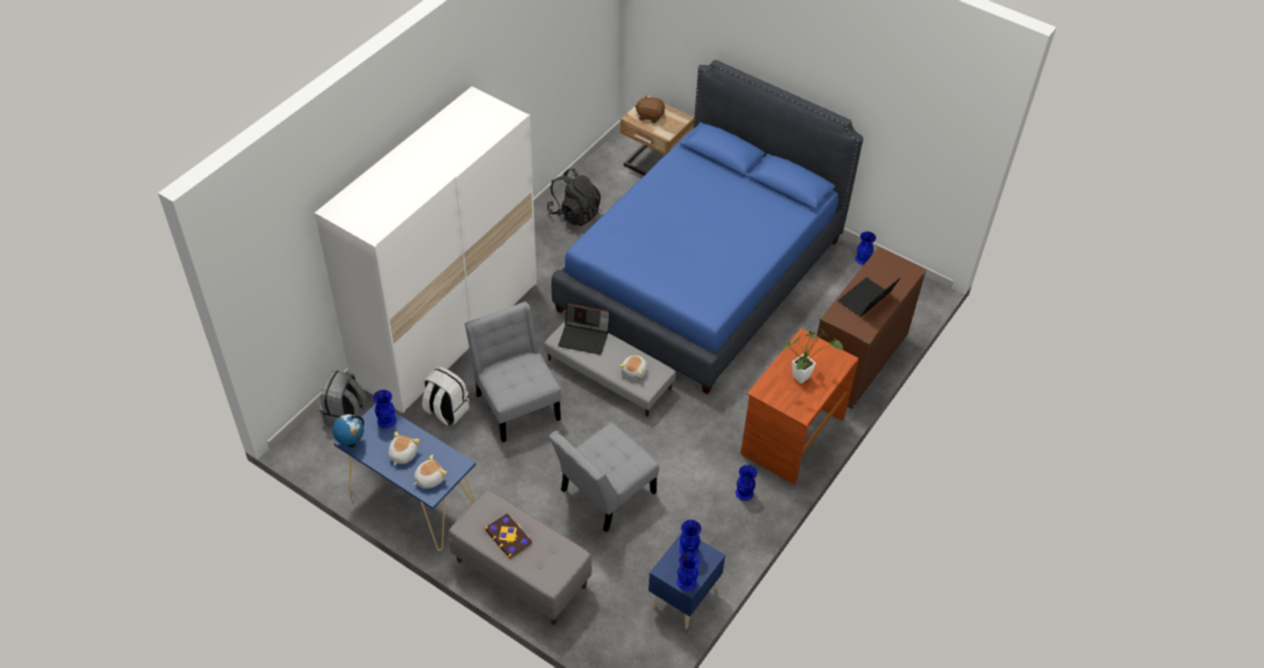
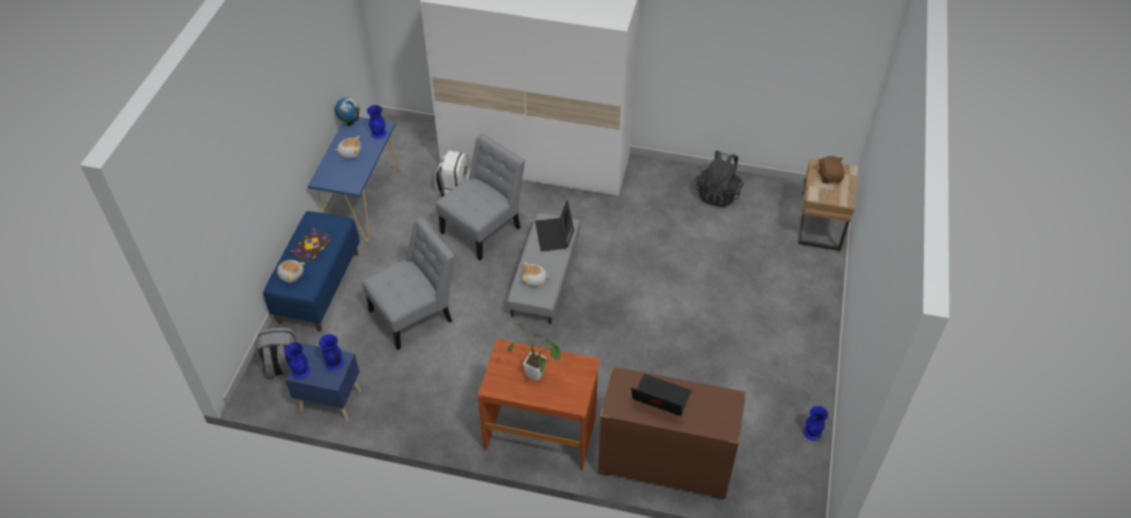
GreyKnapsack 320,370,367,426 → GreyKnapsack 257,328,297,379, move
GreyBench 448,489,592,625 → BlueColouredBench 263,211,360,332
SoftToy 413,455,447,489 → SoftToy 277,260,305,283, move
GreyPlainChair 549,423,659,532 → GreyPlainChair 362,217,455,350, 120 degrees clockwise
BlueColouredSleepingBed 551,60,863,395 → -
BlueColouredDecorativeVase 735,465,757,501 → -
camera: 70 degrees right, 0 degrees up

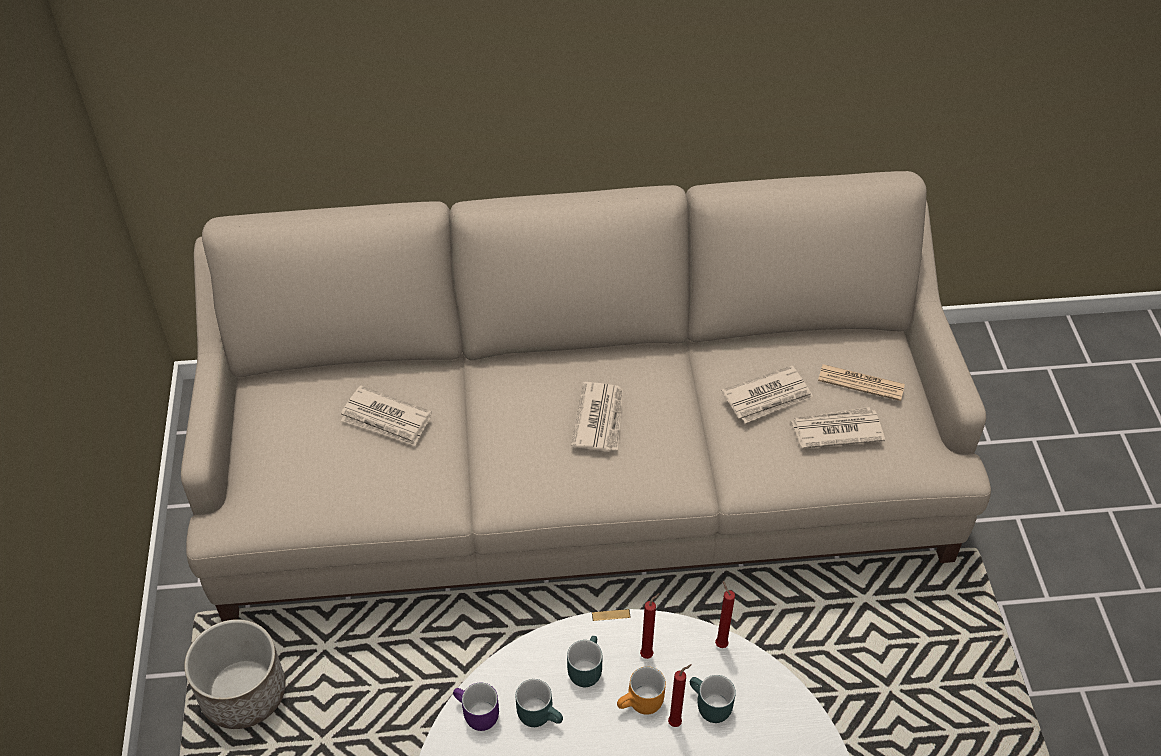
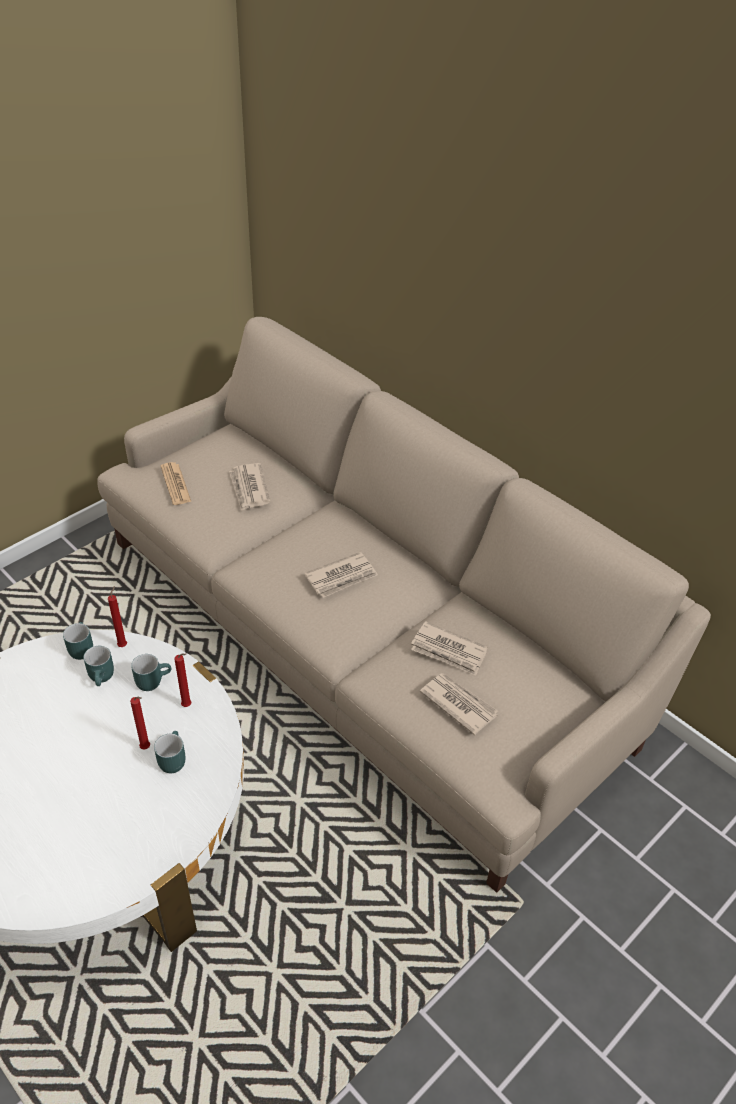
PurpleMug 453,682,499,731 → TurquoiseColouredMug 63,622,93,660
RedColouredWaxLight 715,581,735,648 → RedColouredWaxLight 108,586,127,647, move
PrintedPaper 818,364,905,401 → PrintedPaper 161,462,191,505, move
Planter 184,619,286,729 → -
OrangeColouredMug 617,666,666,715 → -
camera: 50 degrees right, 5 degrees down

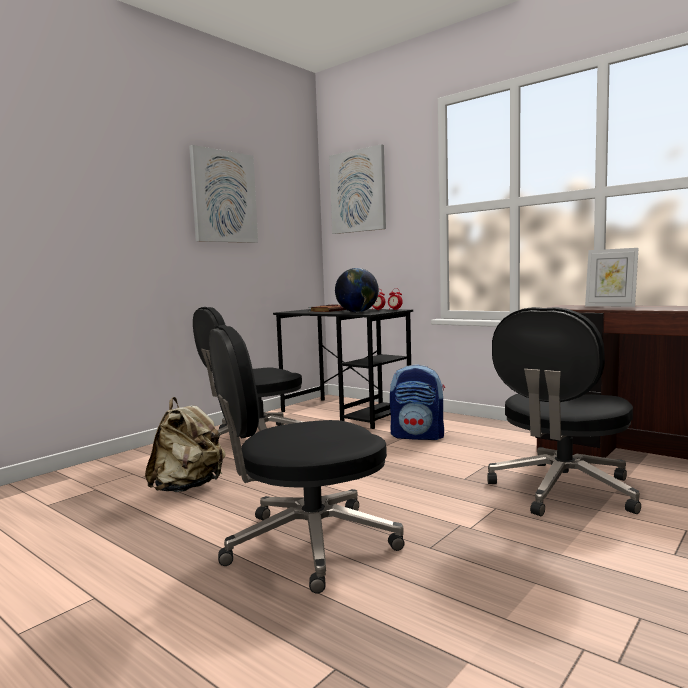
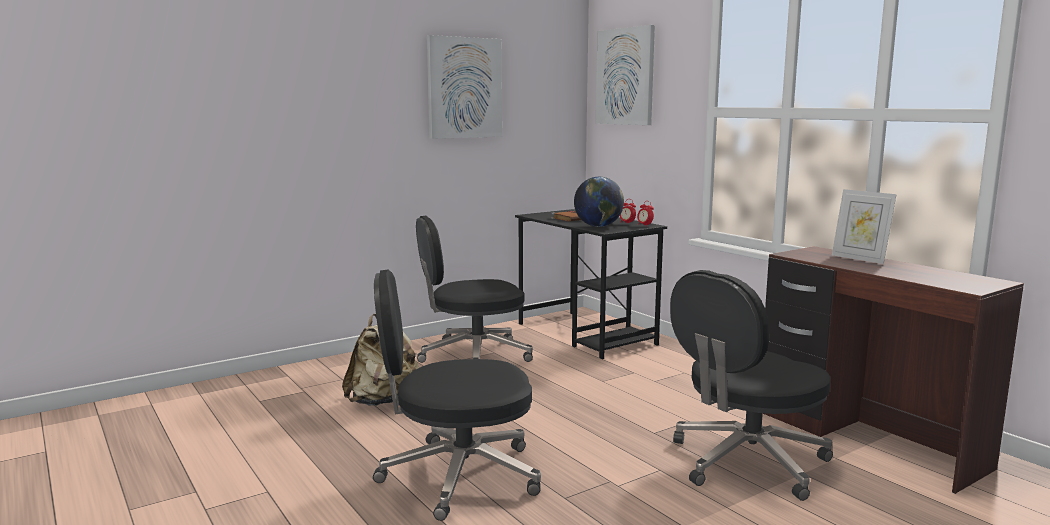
Knapsack 390,364,445,440 → -
camera: 15 degrees right, 5 degrees up

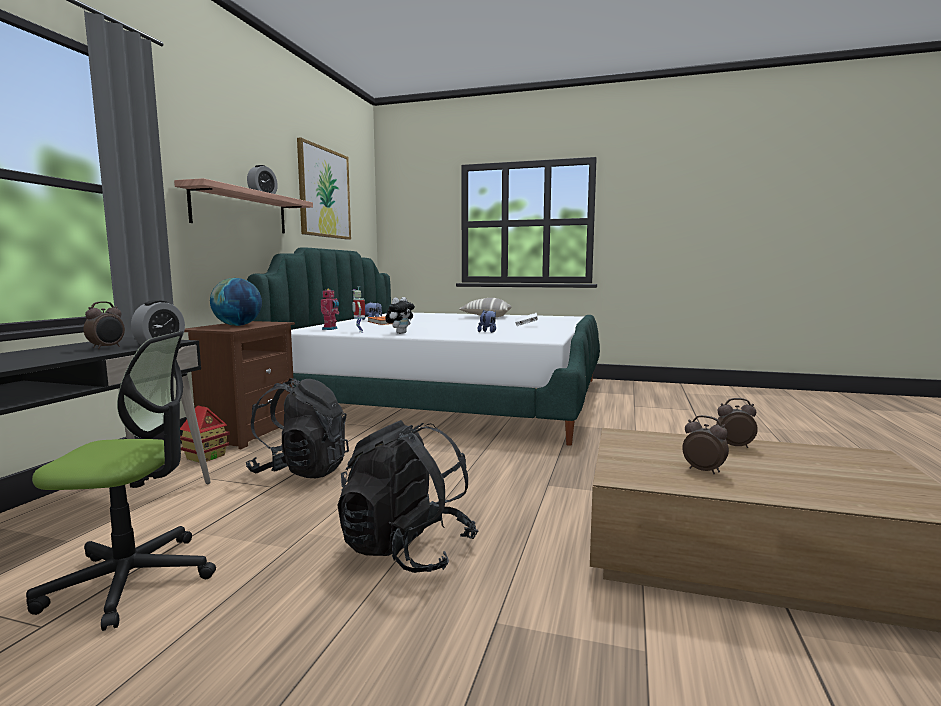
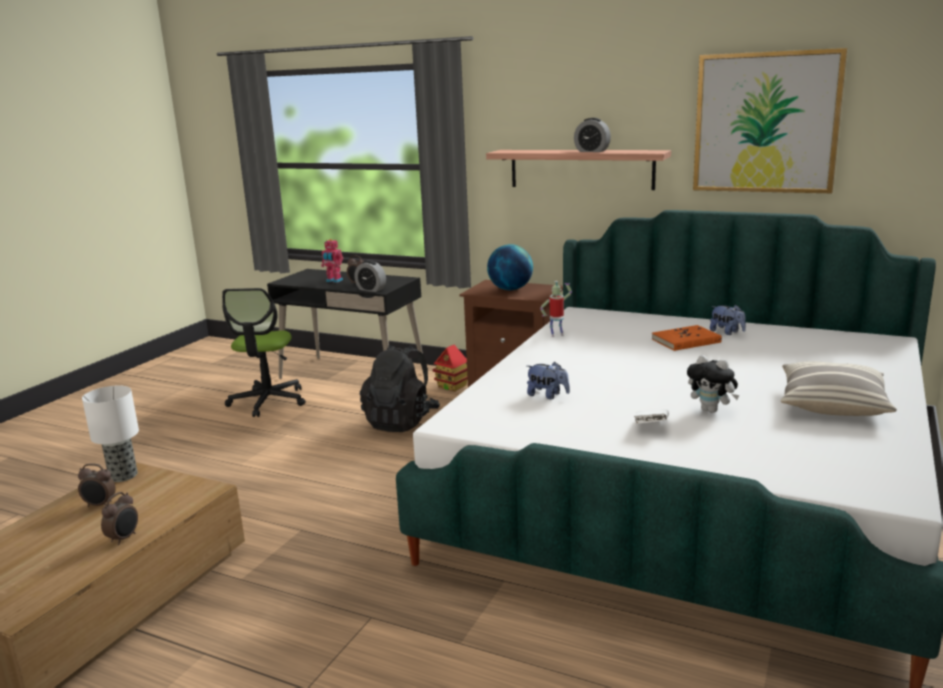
BedsideClock 682,415,729,474 → BedsideClock 78,464,116,507, 45 degrees clockwise
- → TabletopLamp 82,385,139,482
RobotFigure 321,288,339,330 → RobotFigure 321,239,343,283, move
SoftToy 385,297,415,334 → SoftToy 687,355,740,413, move
BlackKnapsack 337,420,478,573 → -
camera: 100 degrees right, 10 degrees up

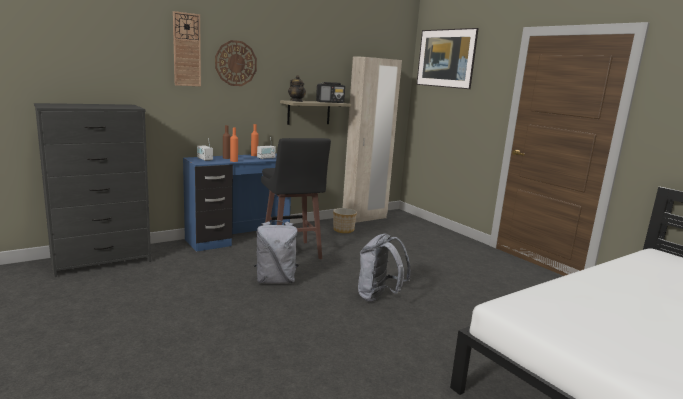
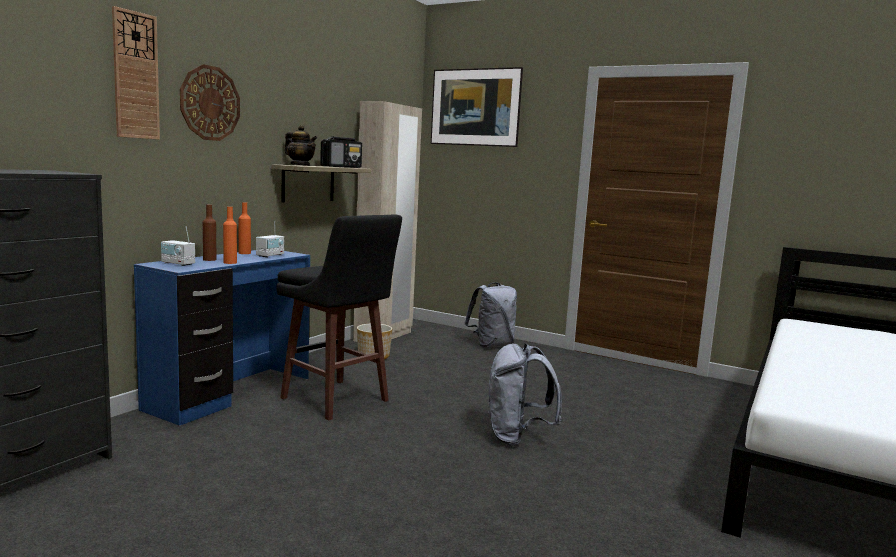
GreyKnapsack 254,220,299,284 → GreyKnapsack 464,282,517,348, move
camera: 25 degrees left, 5 degrees down

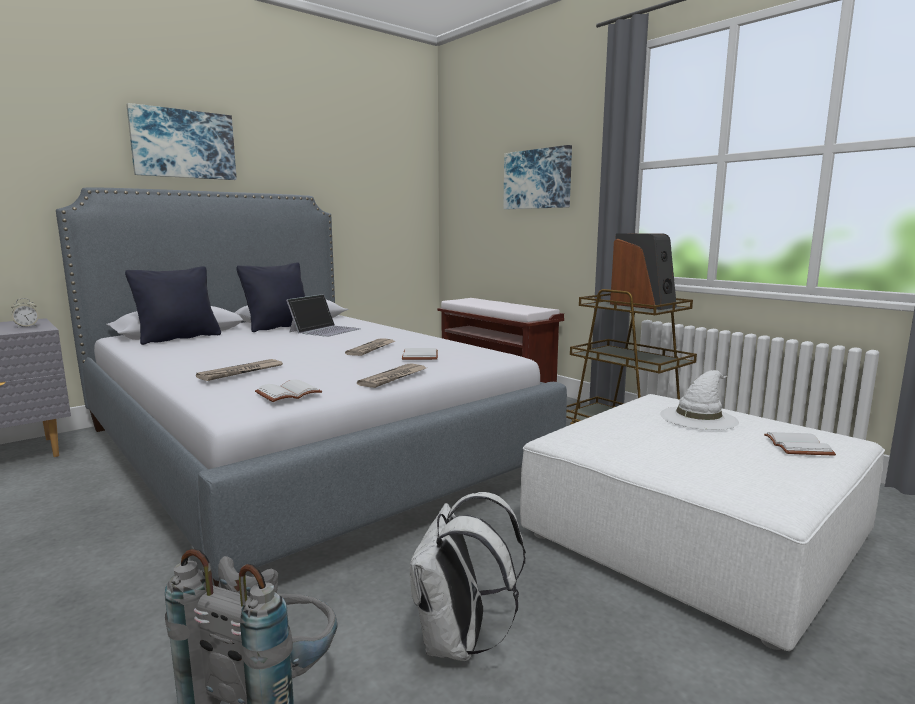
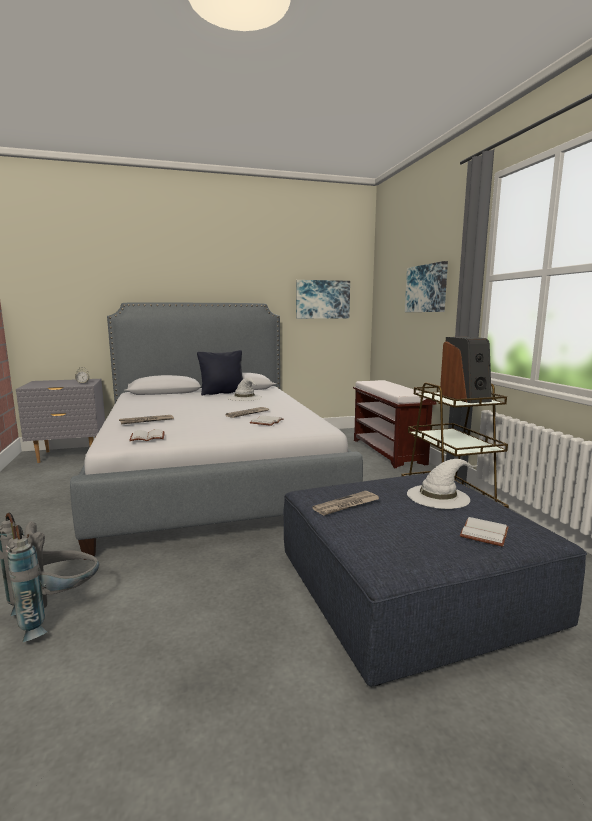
PortableComputer 286,294,361,337 → WhiteColouredClothingHat 227,377,262,401
WhiteColouredOttoman 520,394,885,651 → BlueColouredOttoman 283,473,587,686
WallArt 126,103,237,180 → WallArt 296,280,350,319, move
PrintedPaper 357,364,426,388 → PrintedPaper 312,491,379,516, move
BlackPillow 125,266,221,345 → -
WhiteColouredKnapsack 410,492,526,661 → -
camera: 25 degrees right, 0 degrees up

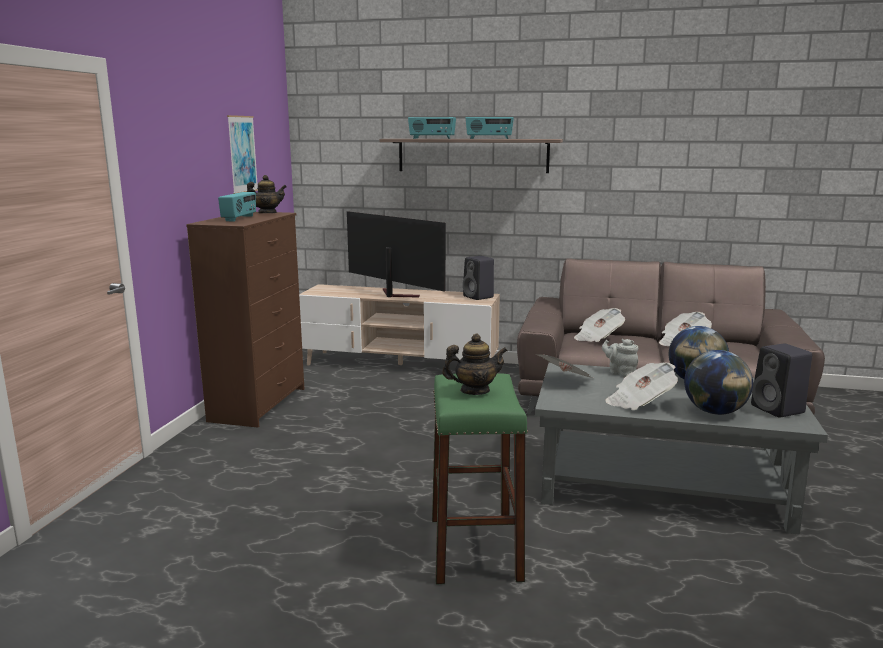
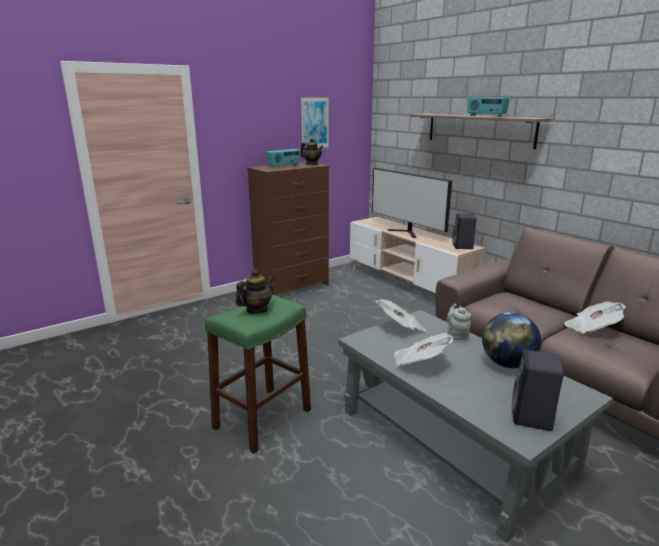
PotForTea 442,333,508,395 → PotForTea 235,269,275,314, 75 degrees counterclockwise
Television 347,211,446,298 → Television 372,168,452,238, 150 degrees clockwise
RadioReceiver 408,117,456,139 → -
PrintedPaper 574,308,625,342 → -
DeskGlobe 684,350,753,415 → -
camera: 40 degrees right, 5 degrees up

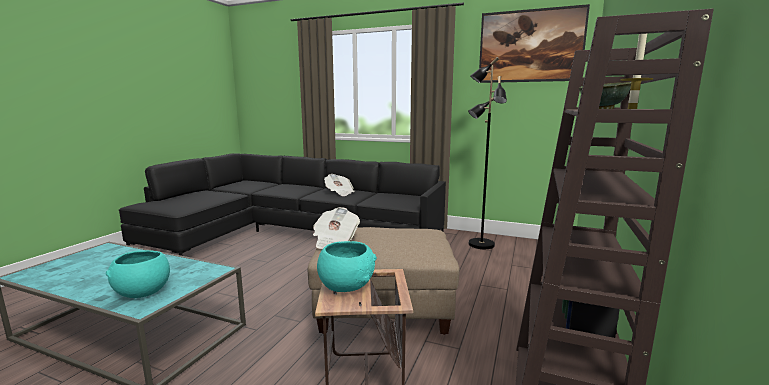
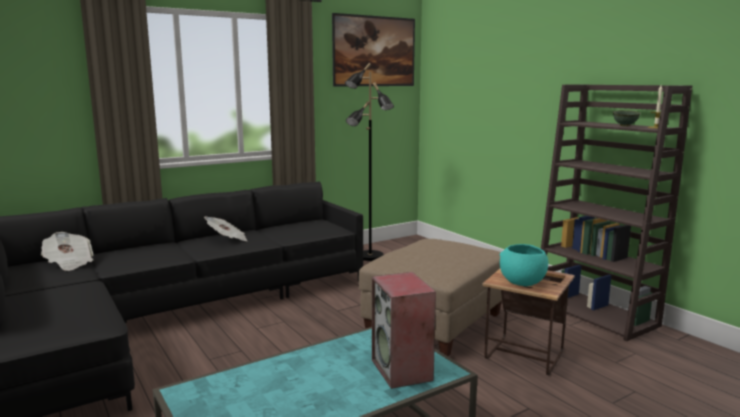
PrintedPaper 313,207,360,249 → PrintedPaper 41,232,93,271, move
TurquoiseColouredDeepDish 106,250,170,298 → AudioSpeaker 372,272,436,389
camera: 55 degrees left, 0 degrees up

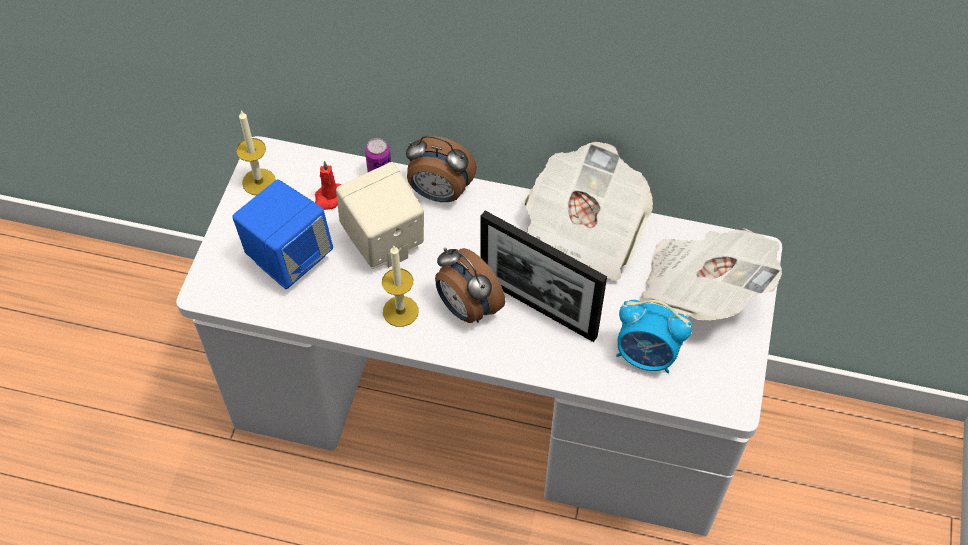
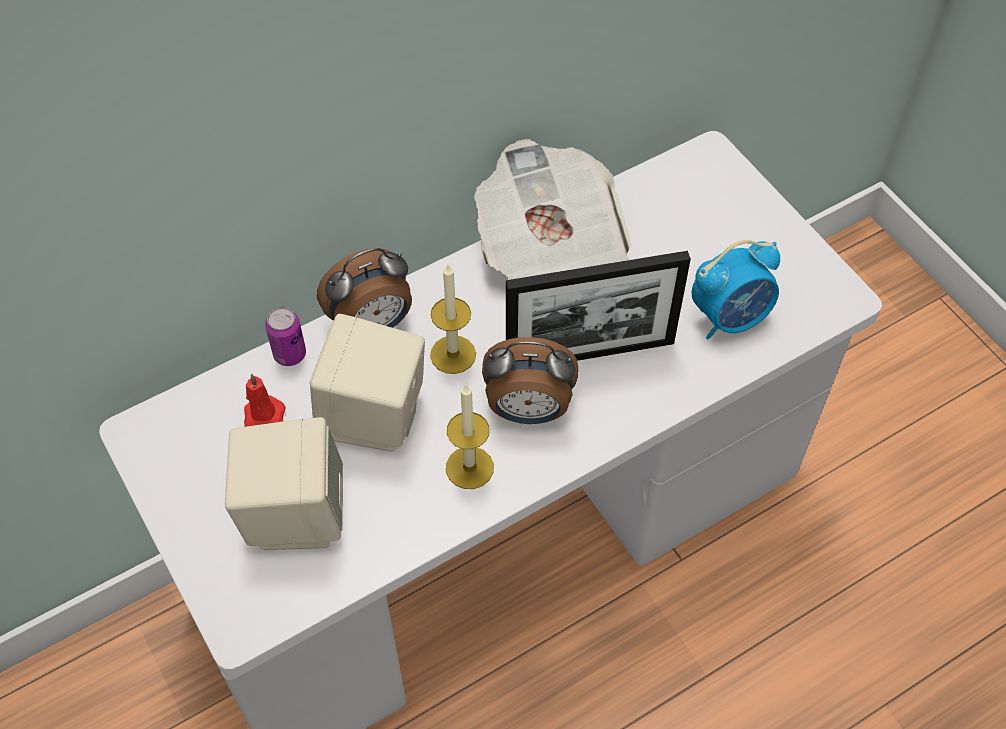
BlueColouredAudioSpeaker 232,180,333,289 → BeigeAudioSpeaker 225,417,343,550
WaxLight 236,110,276,195 → WaxLight 430,264,476,374, move
PrintedPaper 641,229,782,321 → -
camera: 45 degrees left, 0 degrees up

